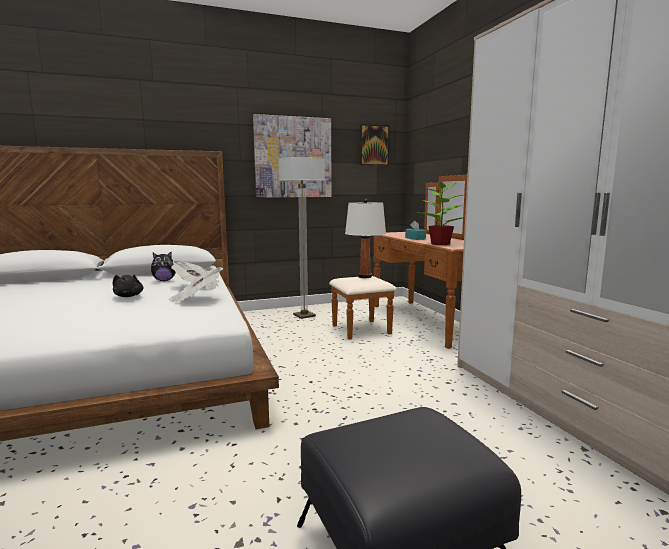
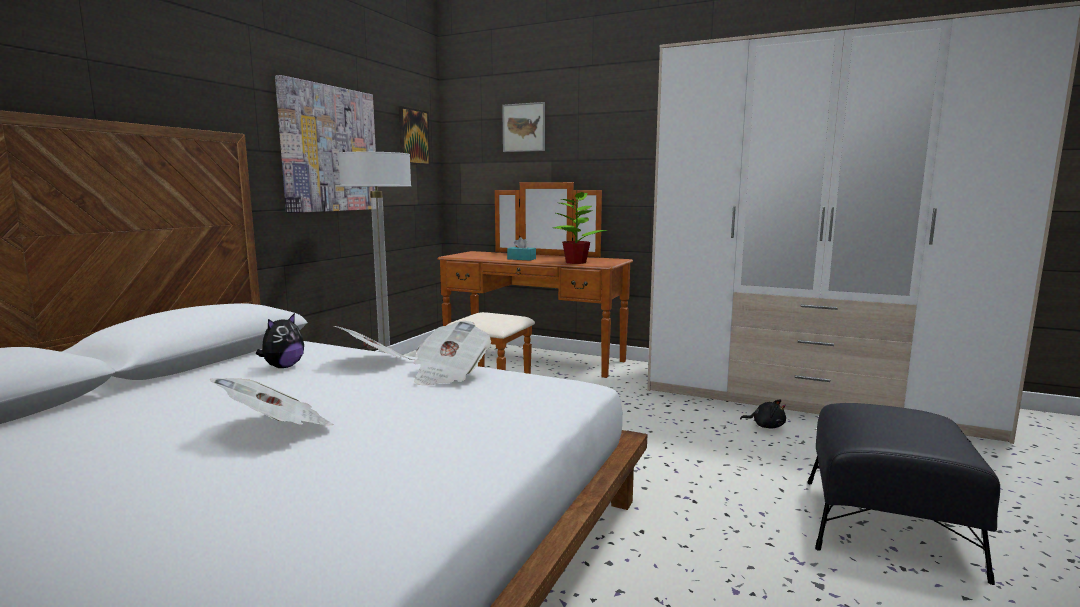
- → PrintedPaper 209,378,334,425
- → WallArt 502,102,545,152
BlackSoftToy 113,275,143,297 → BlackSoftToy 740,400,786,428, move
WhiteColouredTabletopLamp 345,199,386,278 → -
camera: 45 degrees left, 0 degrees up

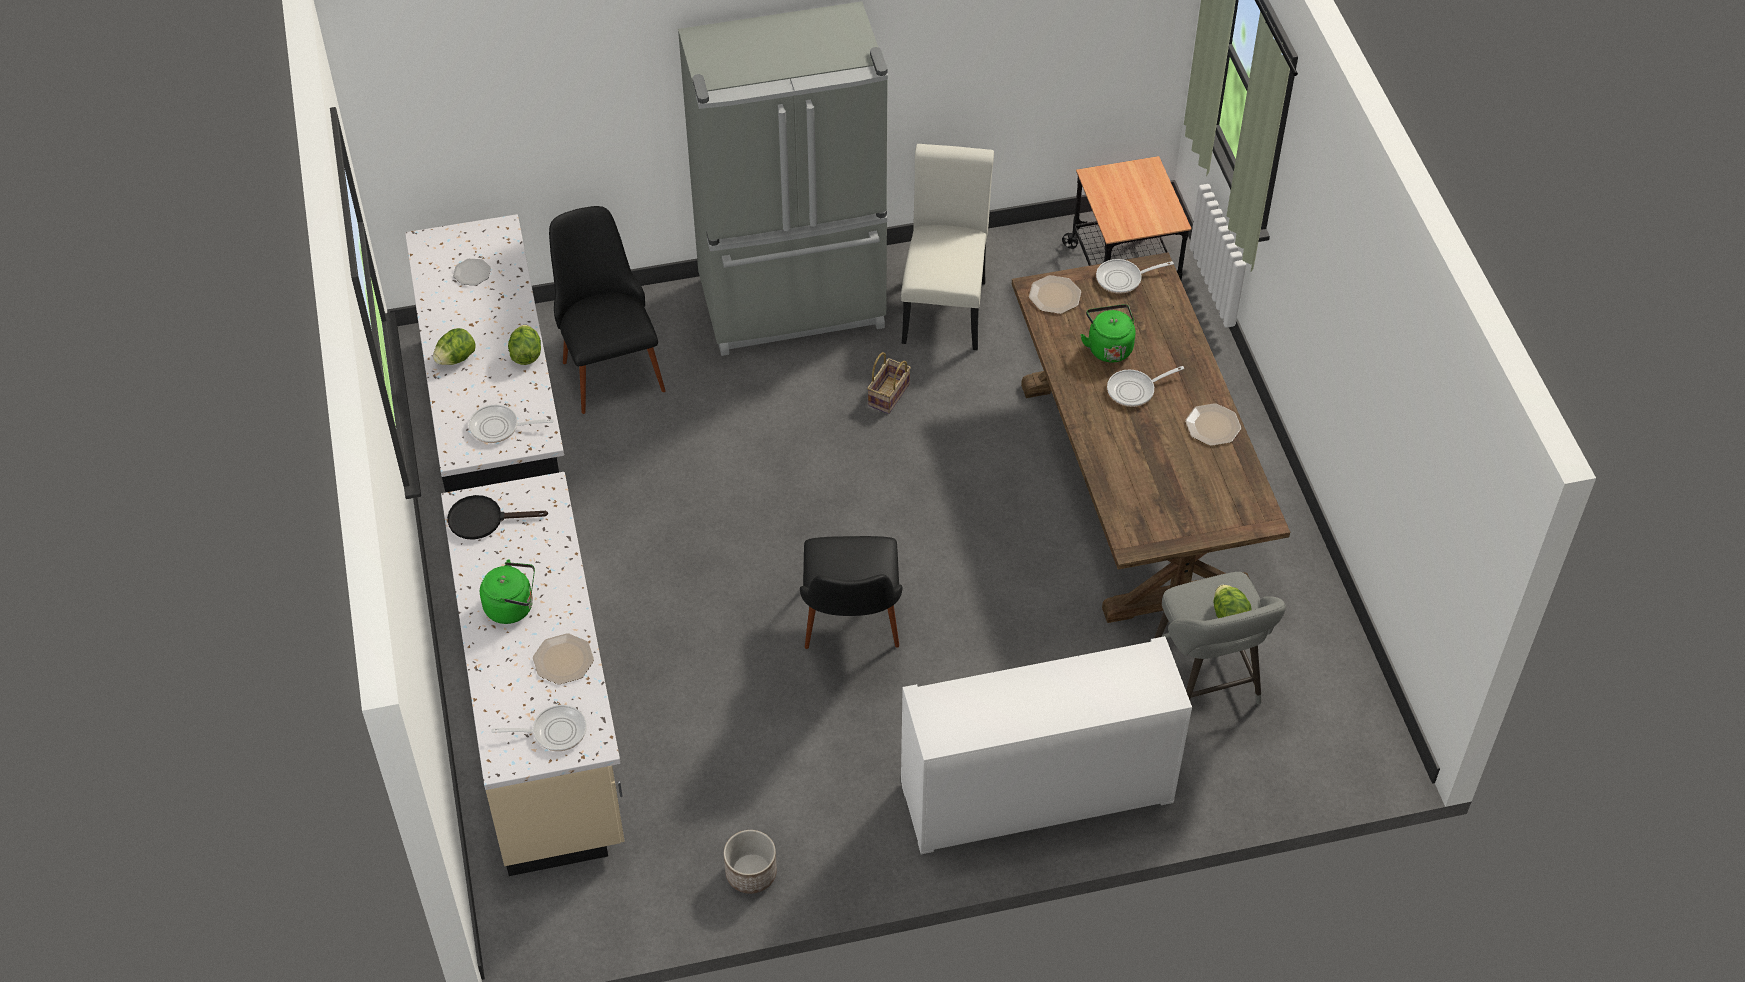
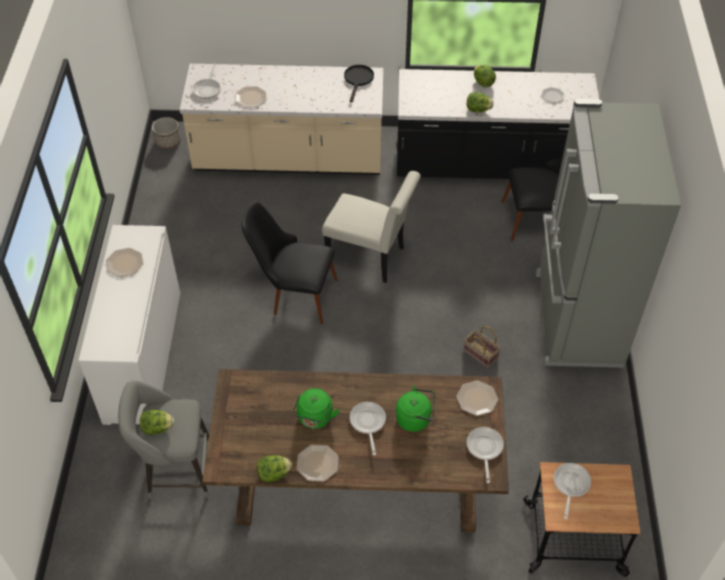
- → FlatDish 106,248,144,277
Planter 724,830,777,894 → Planter 152,117,181,149, move
- → HeadOfLettuce 257,455,292,482
GreenishTeaKettle 480,559,535,624 → GreenishTeaKettle 292,388,340,429, move
WhiteColouredPlainChair 901,144,994,350 → WhiteColouredPlainChair 322,171,421,283, move
Pan 469,404,554,443 → Pan 554,463,591,520, move
camera: 105 degrees right, 0 degrees up

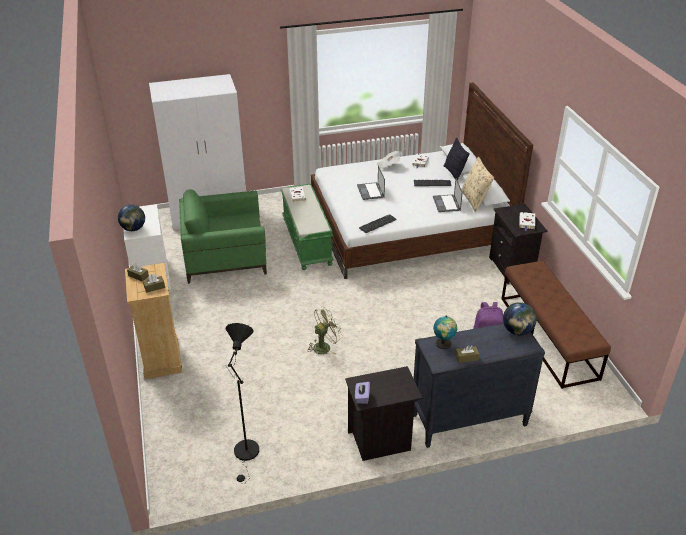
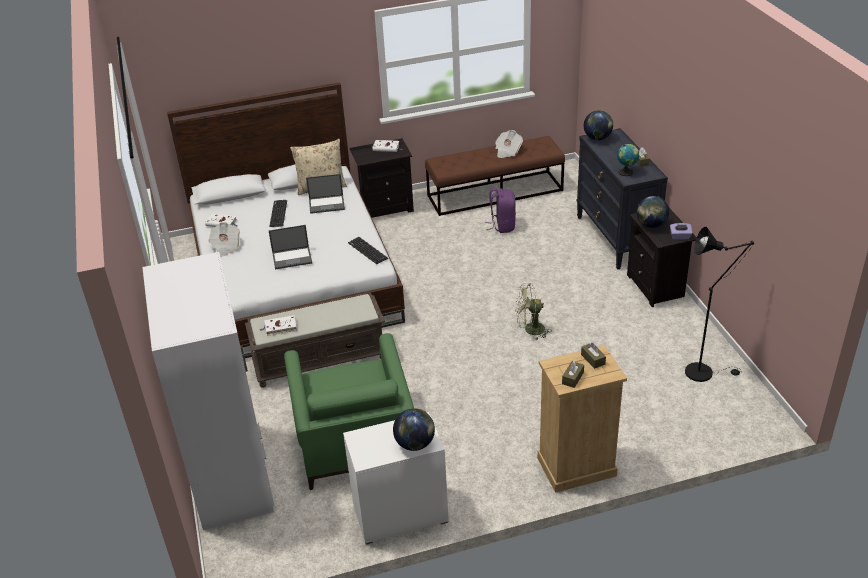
GreenishBench 281,184,334,270 → BrownishBench 245,292,385,388
- → PrintedPaper 495,130,523,158
GreenishElectricFan 307,306,343,355 → GreenishElectricFan 515,283,552,340, 60 degrees counterclockwise
- → DeskGlobe 637,196,669,228
Pillow 444,137,470,181 → -
camera: 90 degrees left, 0 degrees up

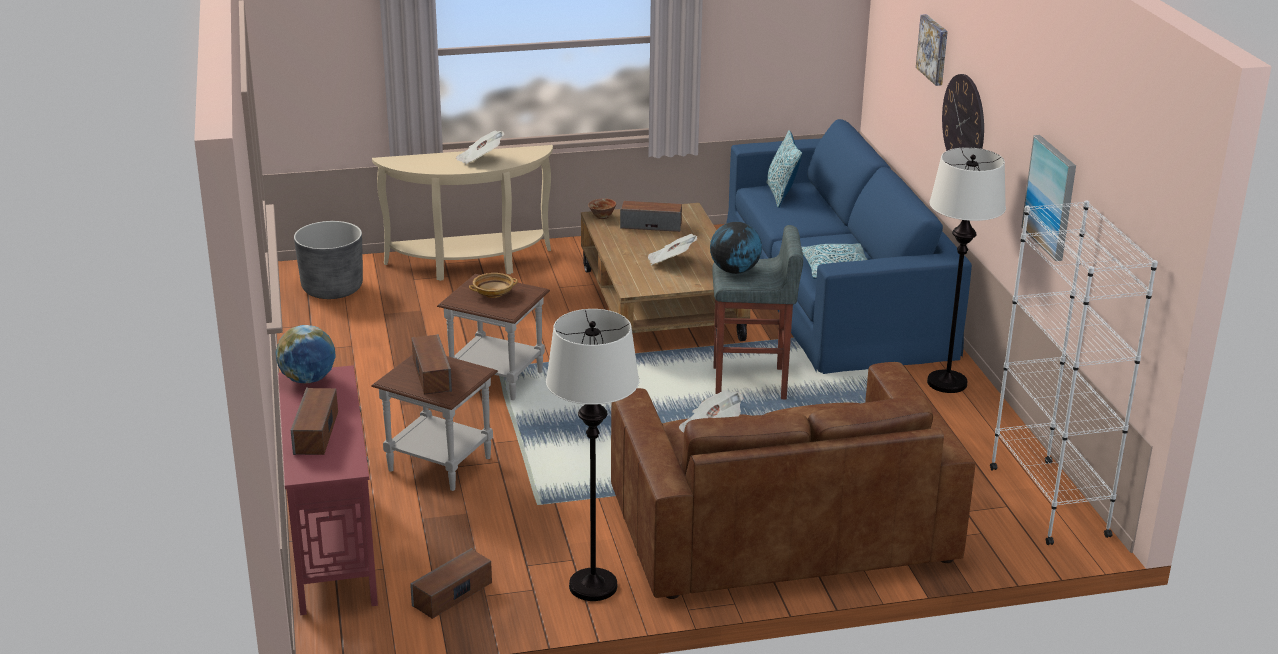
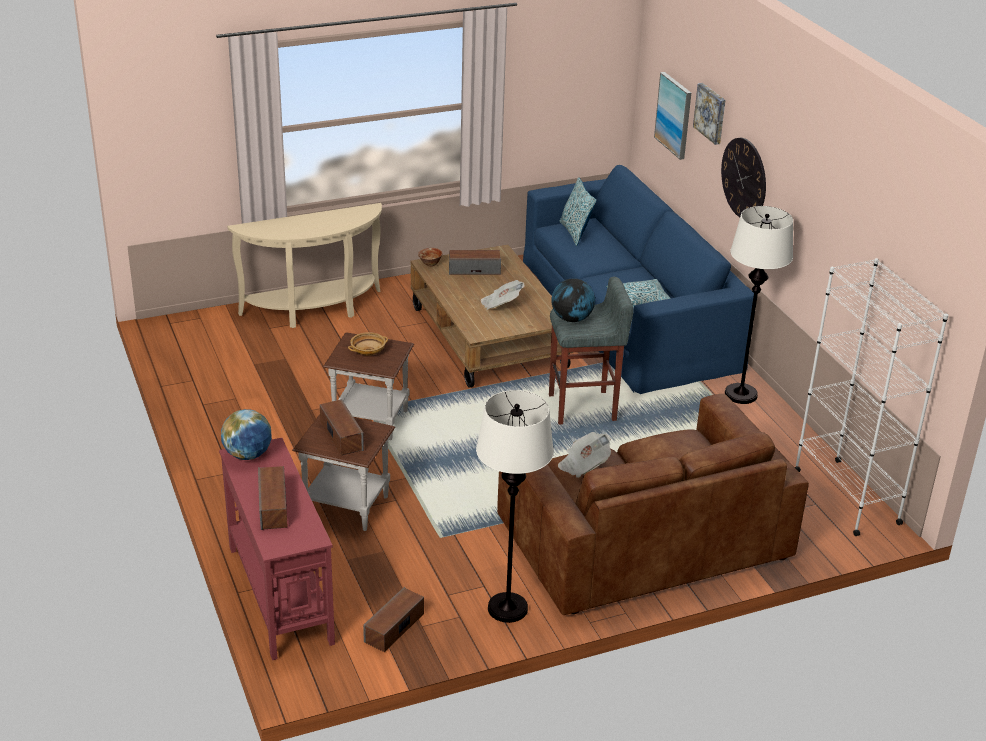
WallArt 1021,135,1076,261 → WallArt 654,72,691,160, move
GreyPlanter 294,221,363,299 → -
PrintedPaper 456,131,505,164 → -
camera: 10 degrees left, 5 degrees up

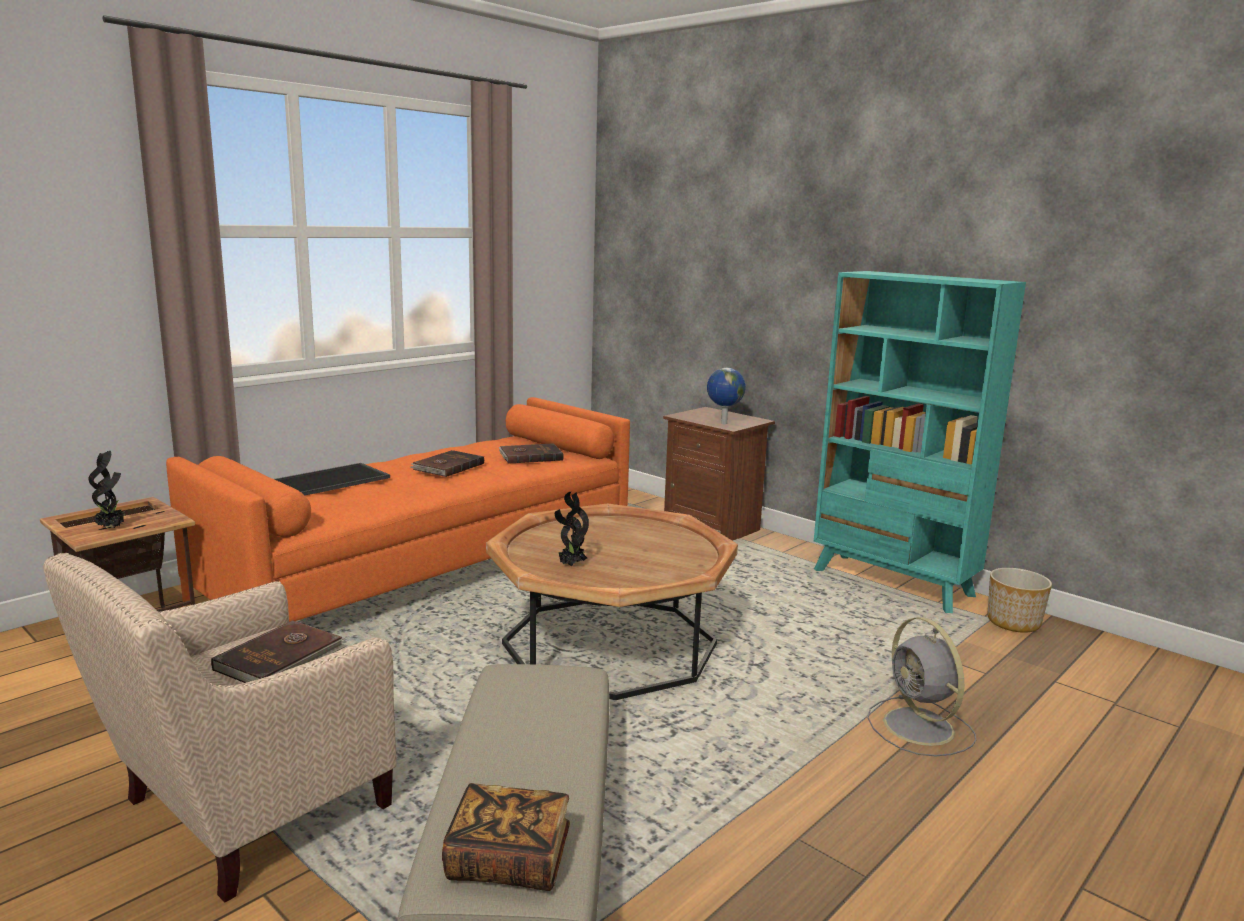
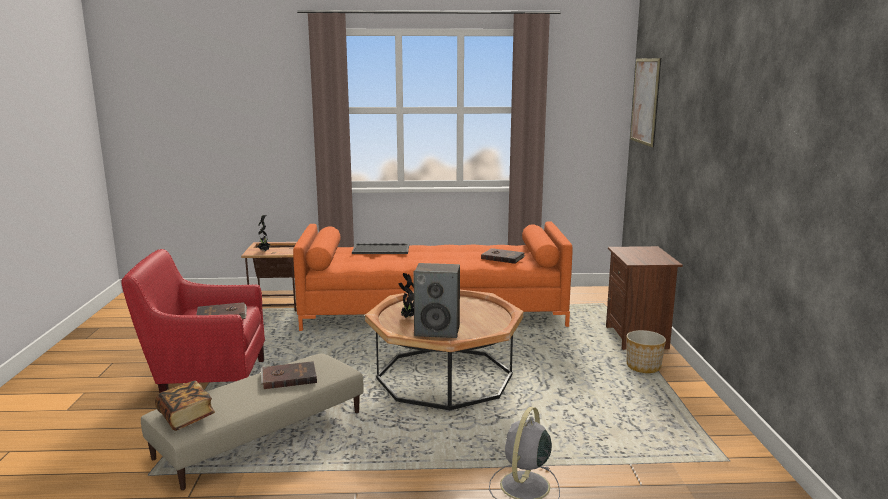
BeigeArmchair 43,553,397,902 → RedColouredArmchair 121,249,265,393
BrownishBoundBook 410,450,484,477 → BrownishBoundBook 261,361,317,389, move
- → AudioSpeaker 413,263,460,338
Planter 988,568,1052,633 → Planter 627,330,666,373, move
- → WallArt 630,58,661,148
DeskGlobe 707,368,746,424 → -
TurquoiseColouredBookshelf 814,271,1026,613 → -
camera: 45 degrees right, 0 degrees up

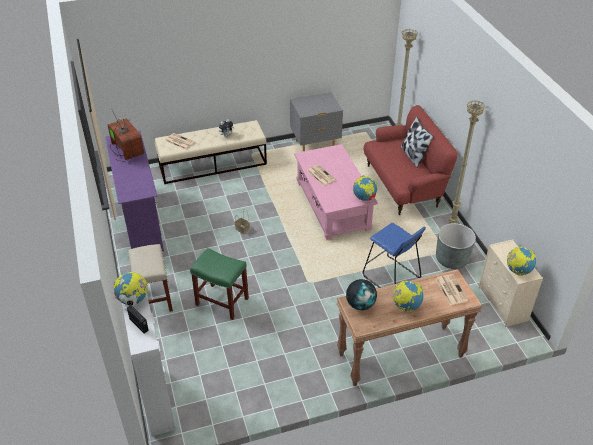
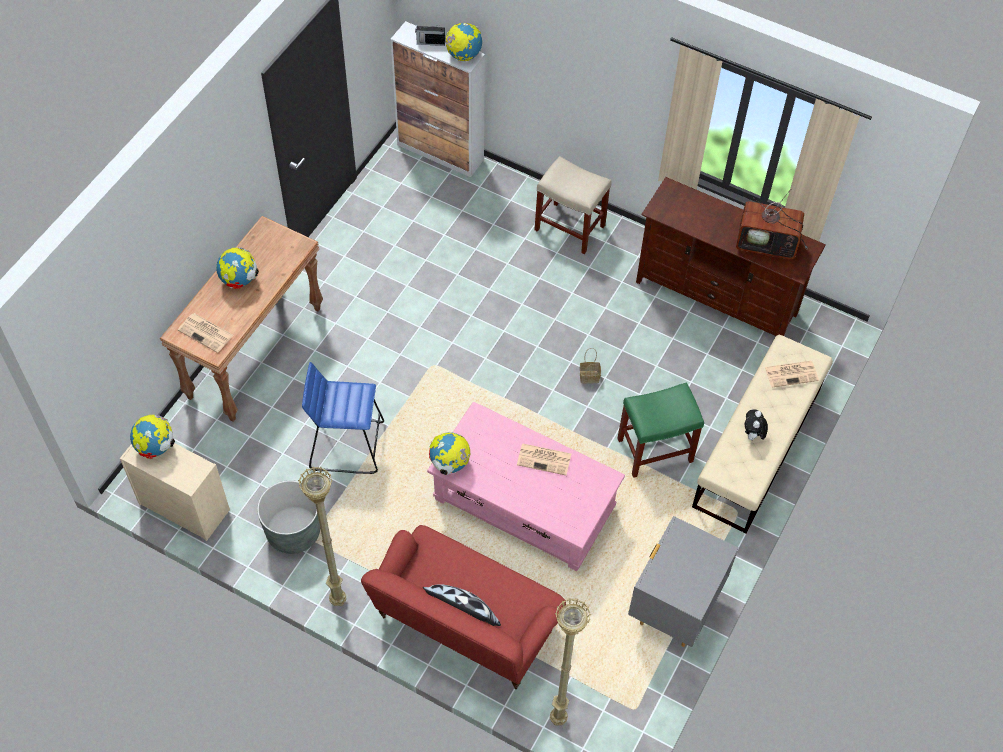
GreenishStoolSeat 190,248,249,320 → GreenishStoolSeat 617,382,704,478, move
PurpleMediaConsole 105,131,164,251 → BrownishMediaConsole 636,177,826,336
DeskGlobe 346,279,377,310 → -
camera: 135 degrees right, 15 degrees up

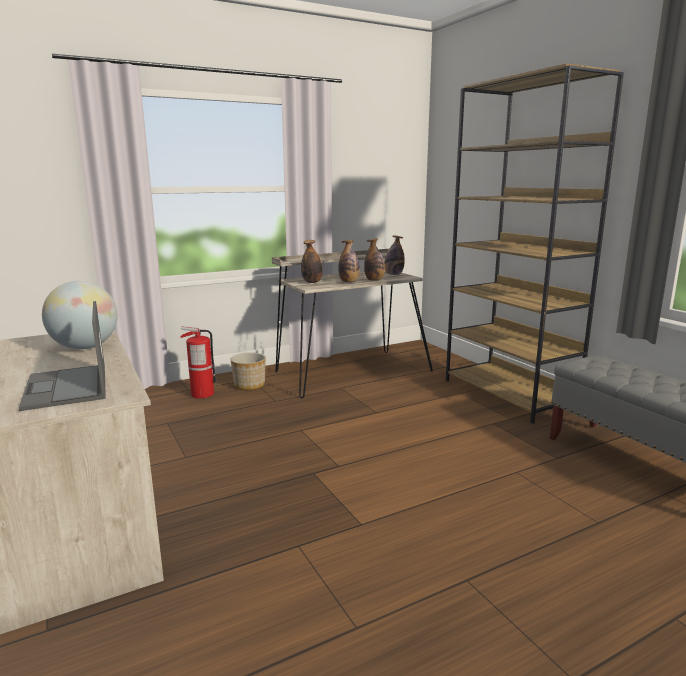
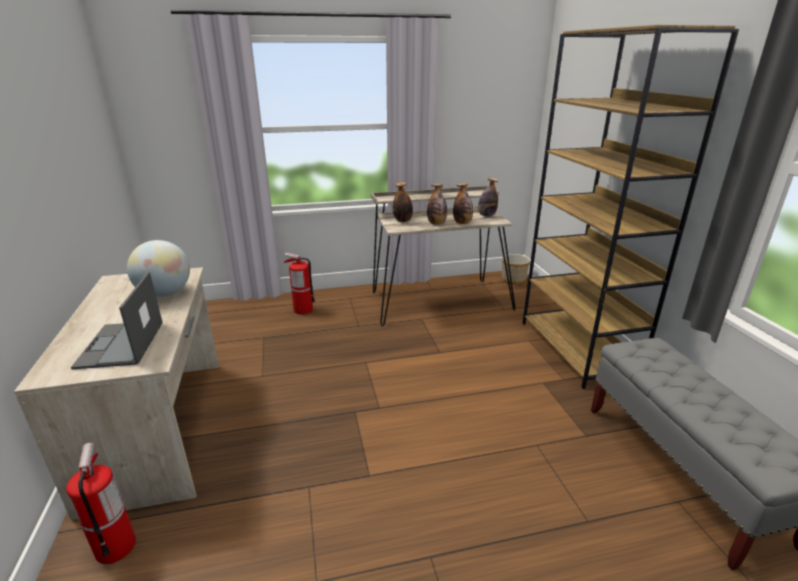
- → Extinguisher 66,443,136,564
Planter 230,353,266,390 → Planter 502,254,530,284, move
camera: 15 degrees right, 10 degrees up

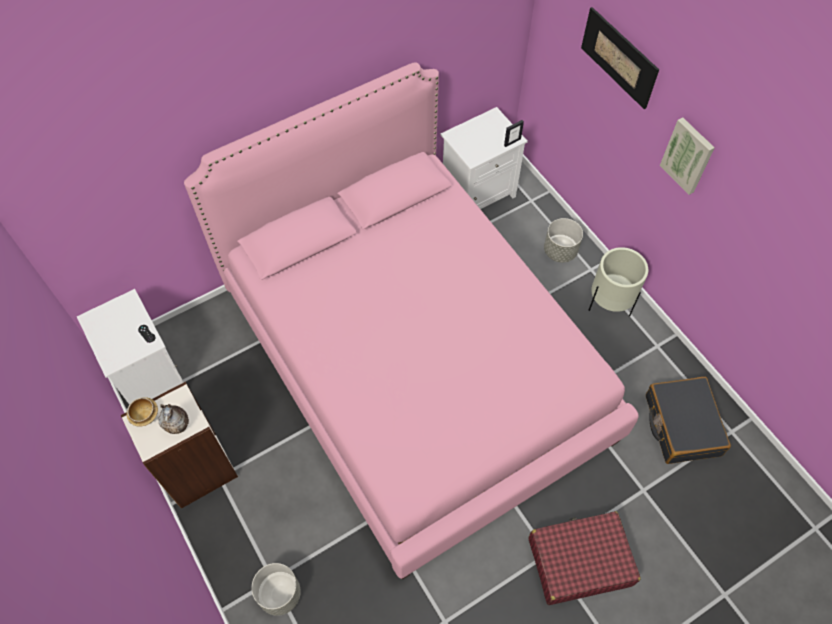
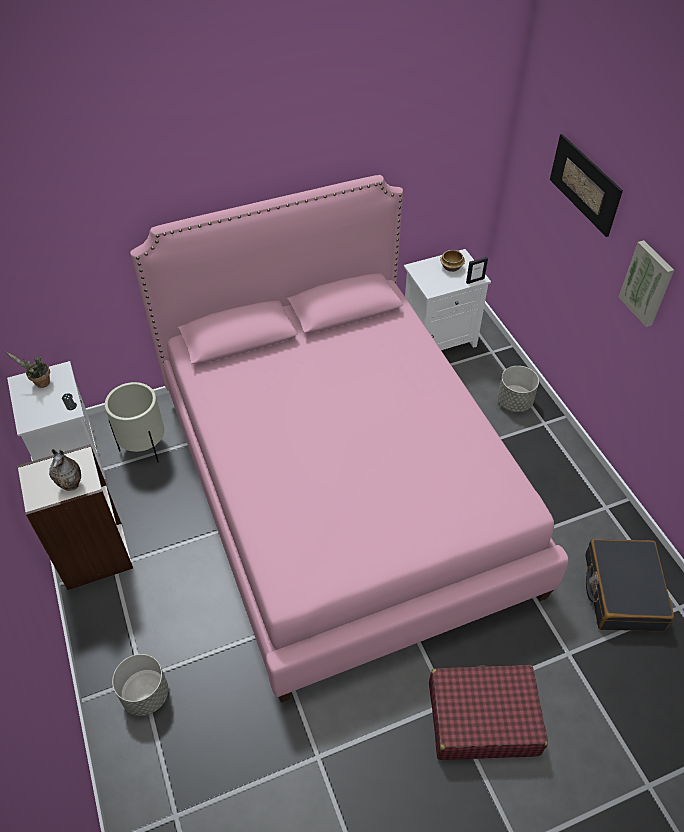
- → Houseplant 6,352,50,388
BeigePlanter 588,247,648,317 → BeigePlanter 105,382,164,462, move
DeepDish 127,397,158,427 → DeepDish 440,250,465,272, move
camera: 10 degrees right, 10 degrees down

